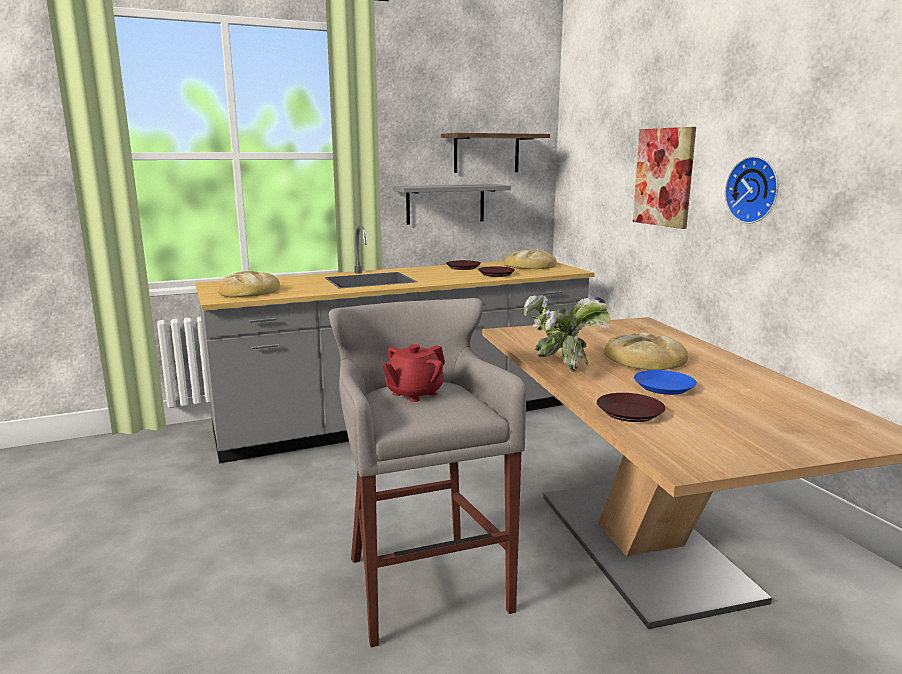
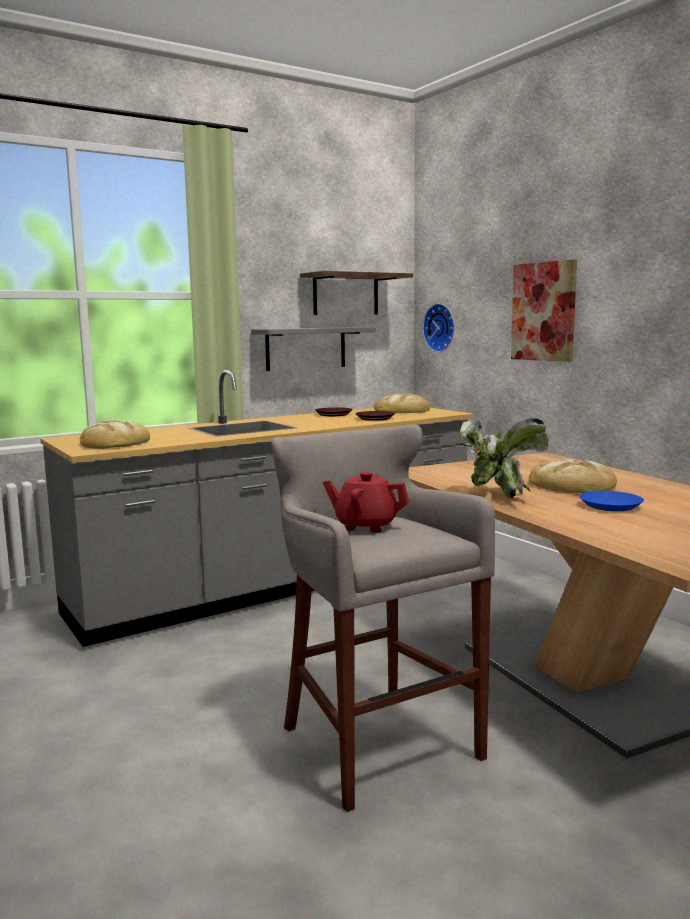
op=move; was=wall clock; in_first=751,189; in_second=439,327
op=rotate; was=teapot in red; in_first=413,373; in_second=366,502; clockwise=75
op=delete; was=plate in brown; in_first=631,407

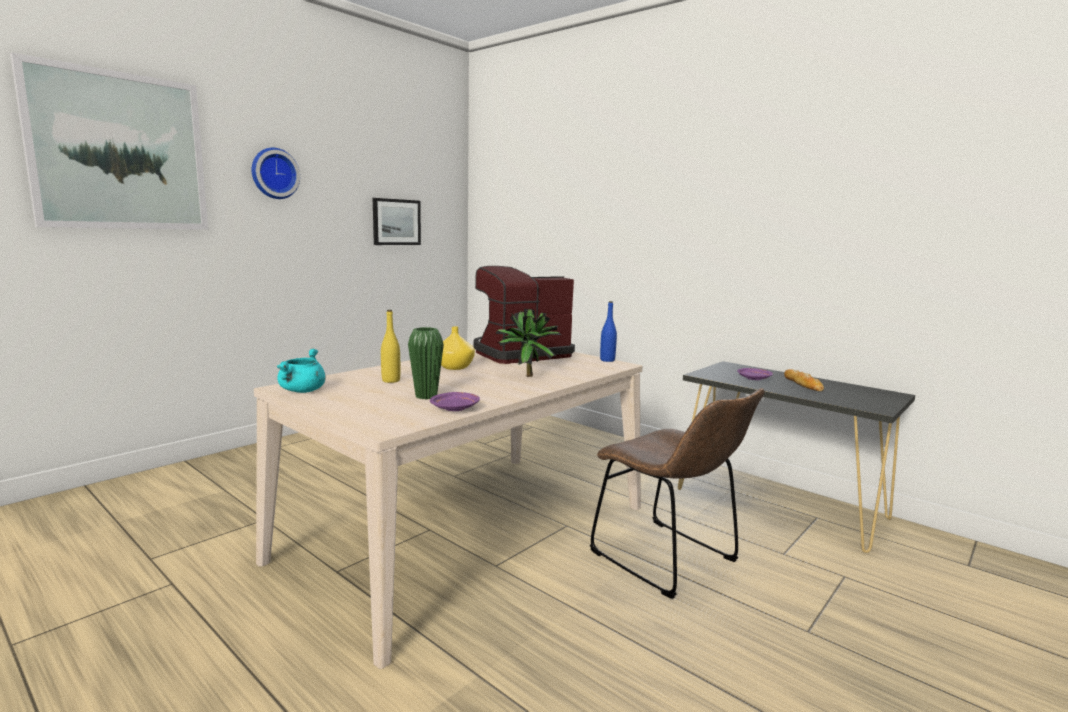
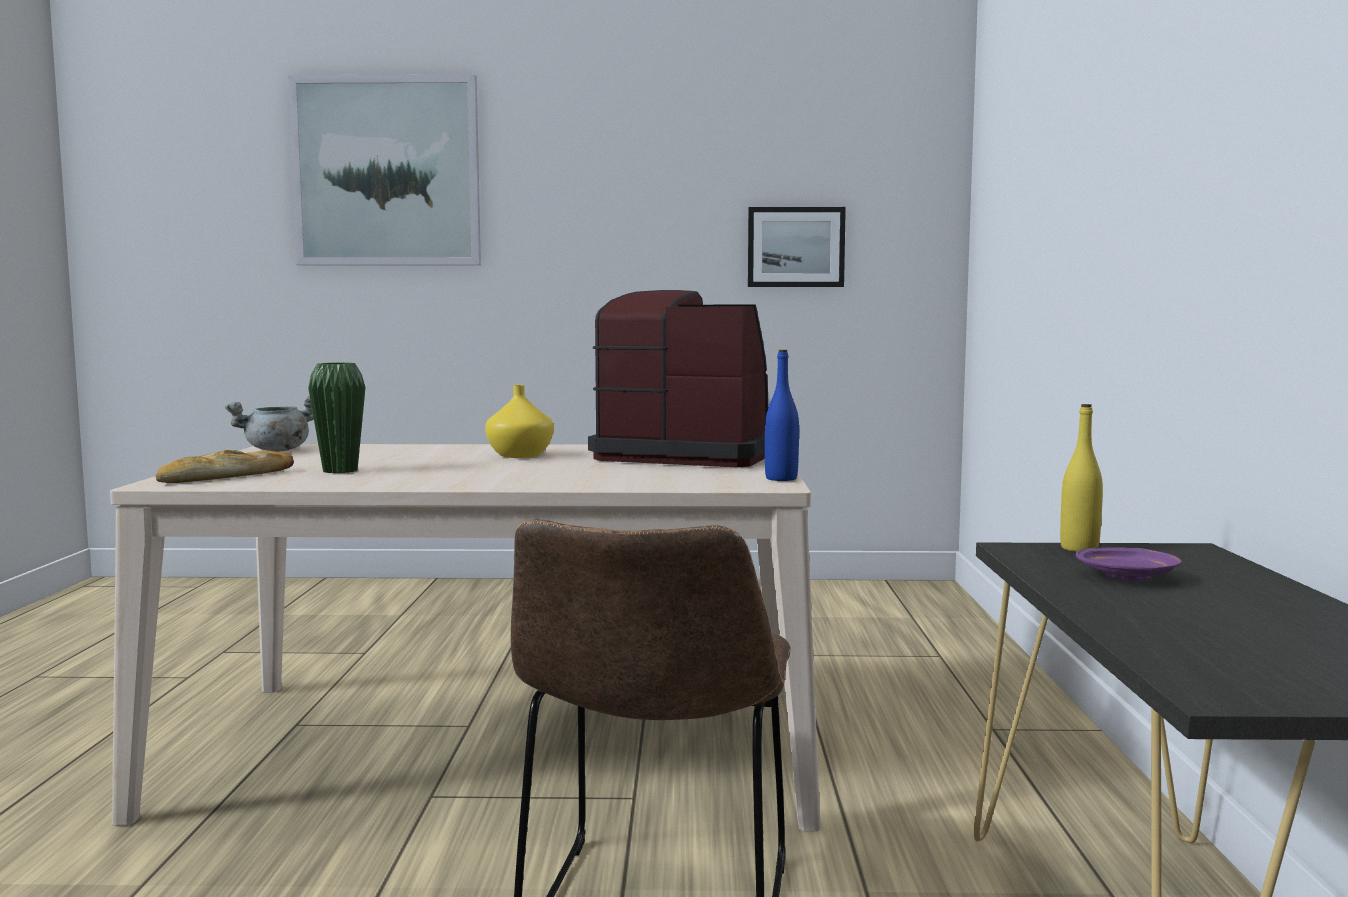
op=delete; was=wall clock; in_first=276,173
op=delete; was=potted plant; in_first=528,343
op=move; was=bottle in yellow; in_first=390,346; in_second=1081,478
op=recolor; was=cooking pot in turquoise; now=cooking pot in grey; in_first=301,371; in_second=269,424
op=move; was=bread; in_first=804,380; in_second=224,466
op=delete; was=plate in purple; in_first=455,401

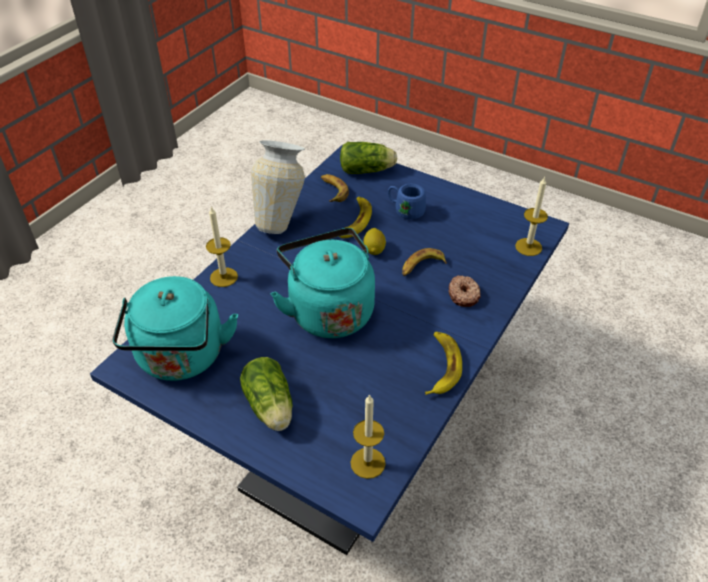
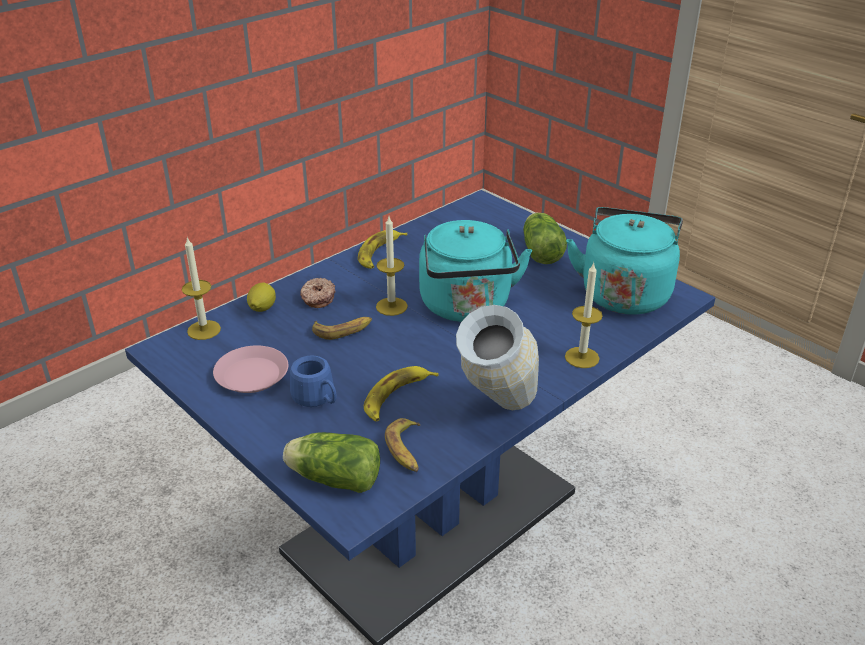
op=move; was=lemon; in_first=374,241; in_second=261,297
op=move; was=candle; in_first=368,436; in_second=392,266
op=insert; now=plate in pink; in_second=250,369

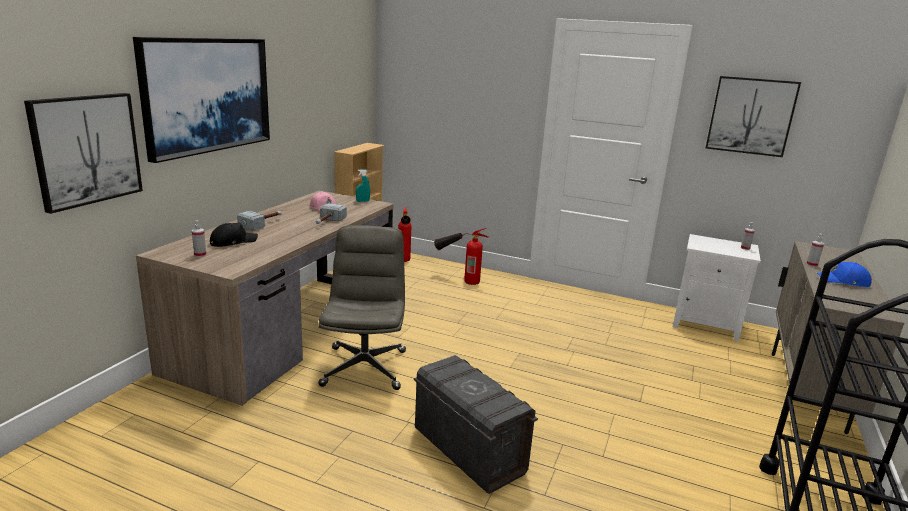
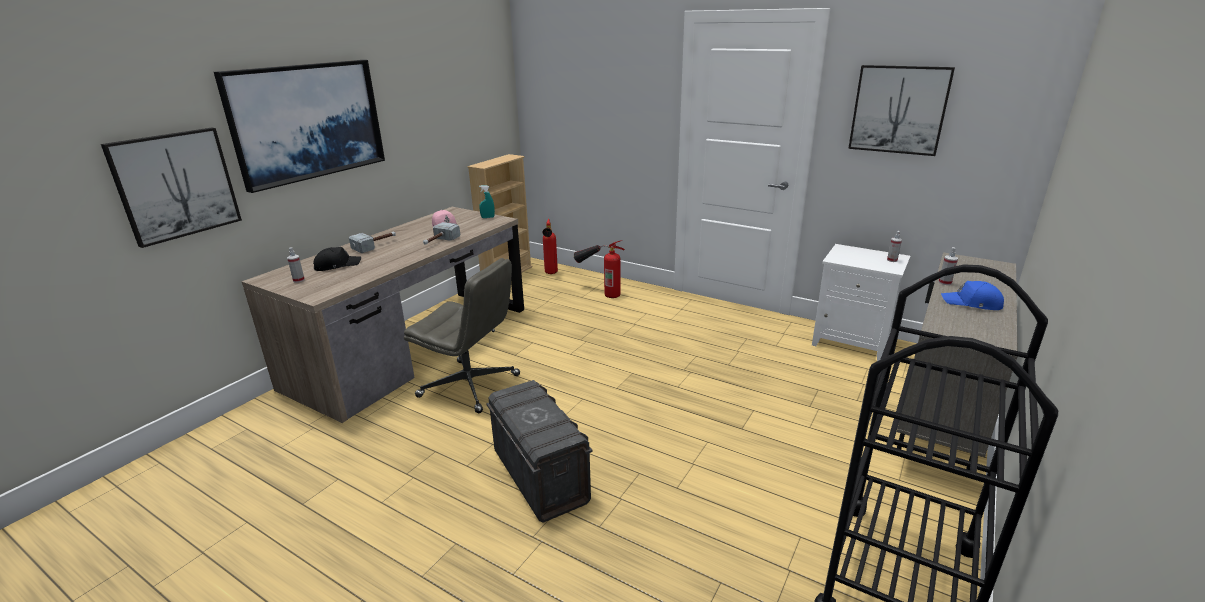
op=rotate; was=office chair in grey; in_first=362,307; in_second=462,335; clockwise=105

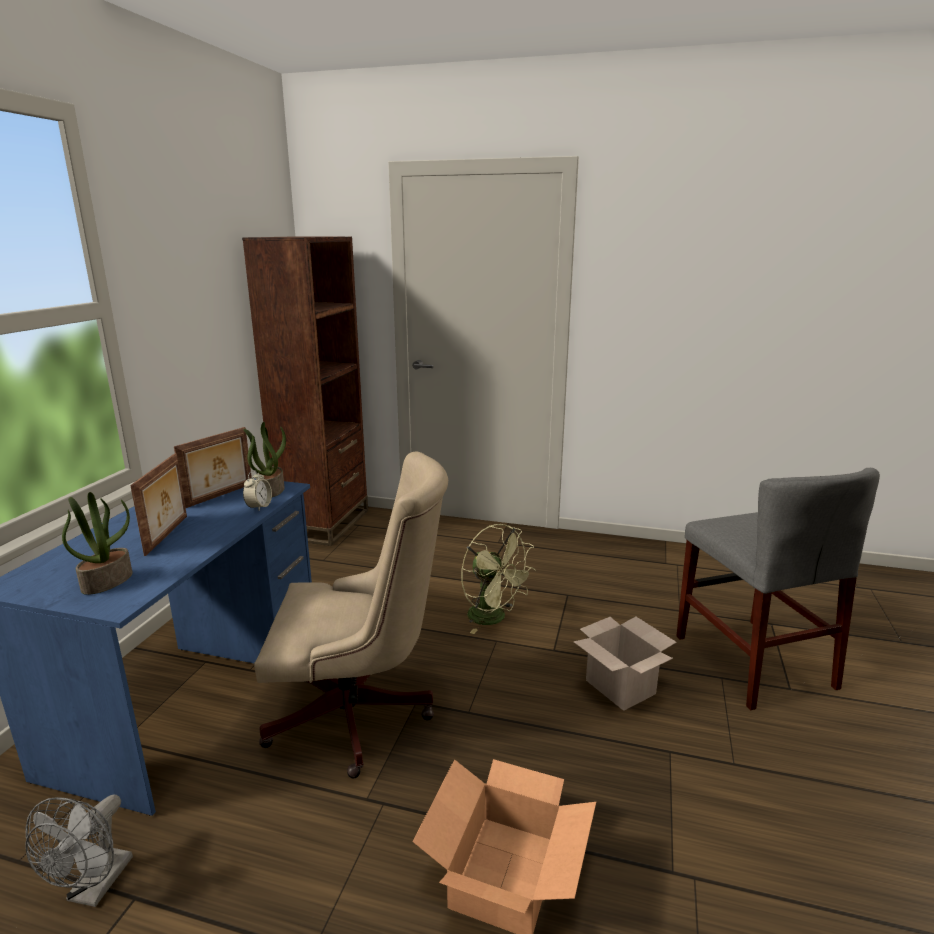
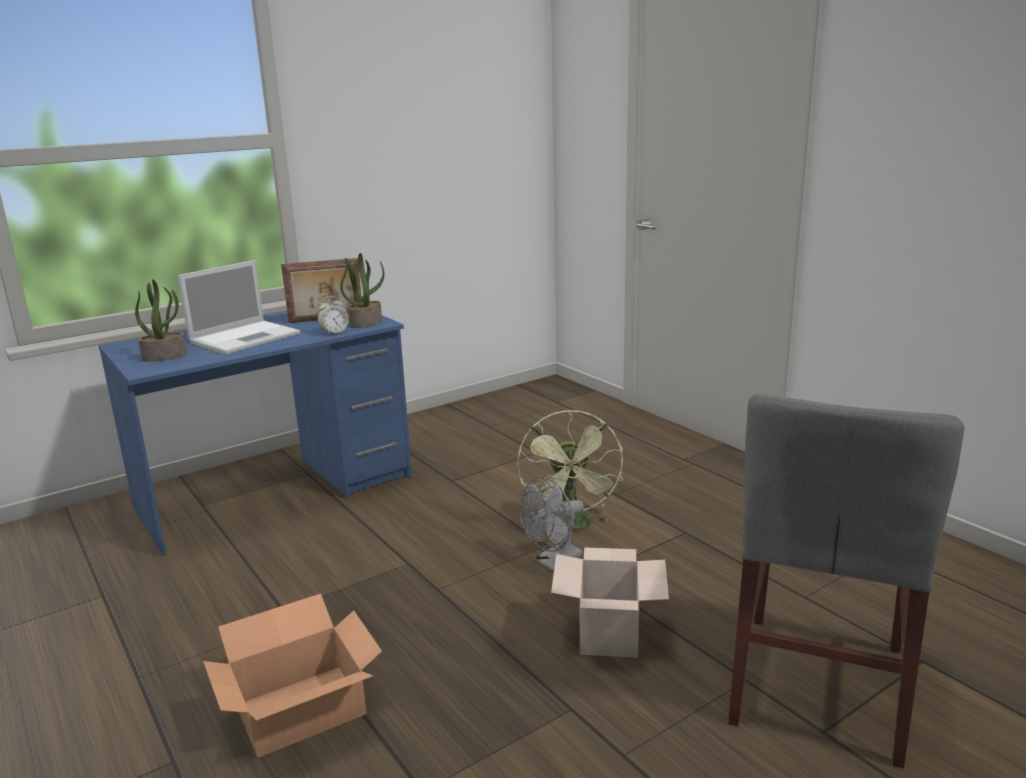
op=delete; was=bookcase in brown; in_first=305,391
op=delete; was=office chair in beige; in_first=351,615
op=replace; was=picture frame; now=laptop; in_first=158,504; in_second=238,307
op=move; was=fan in grey; in_first=79,851; in_second=551,523

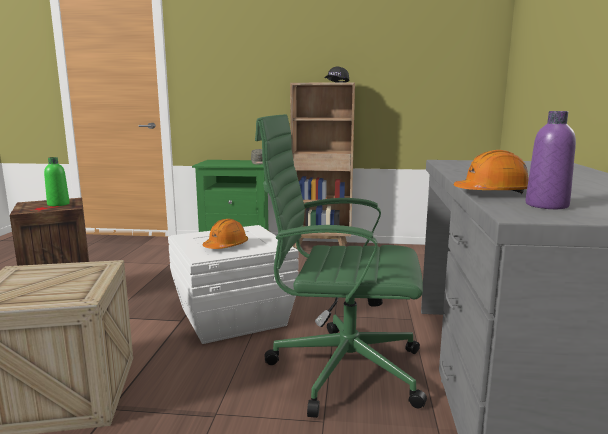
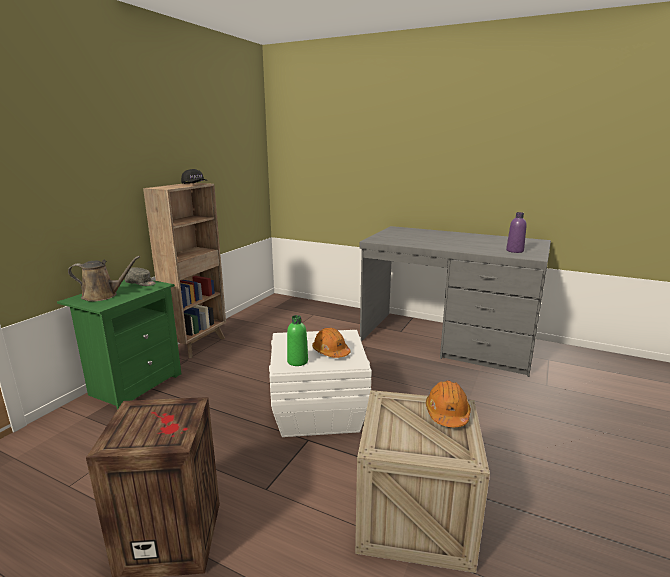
op=delete; was=office chair in green; in_first=341,266
op=move; was=hard hat in orange; in_first=491,172; in_second=448,403
op=move; was=bottle in green; in_first=57,181; in_second=297,340
op=insert; now=watering can in brown; in_second=104,279

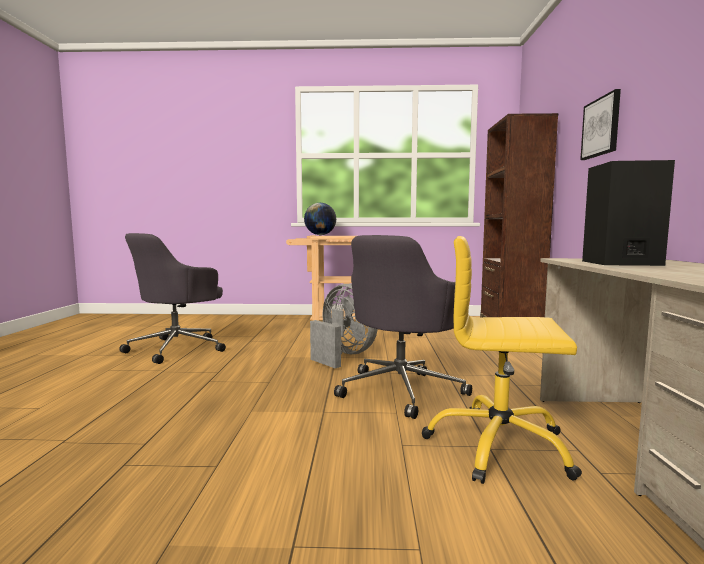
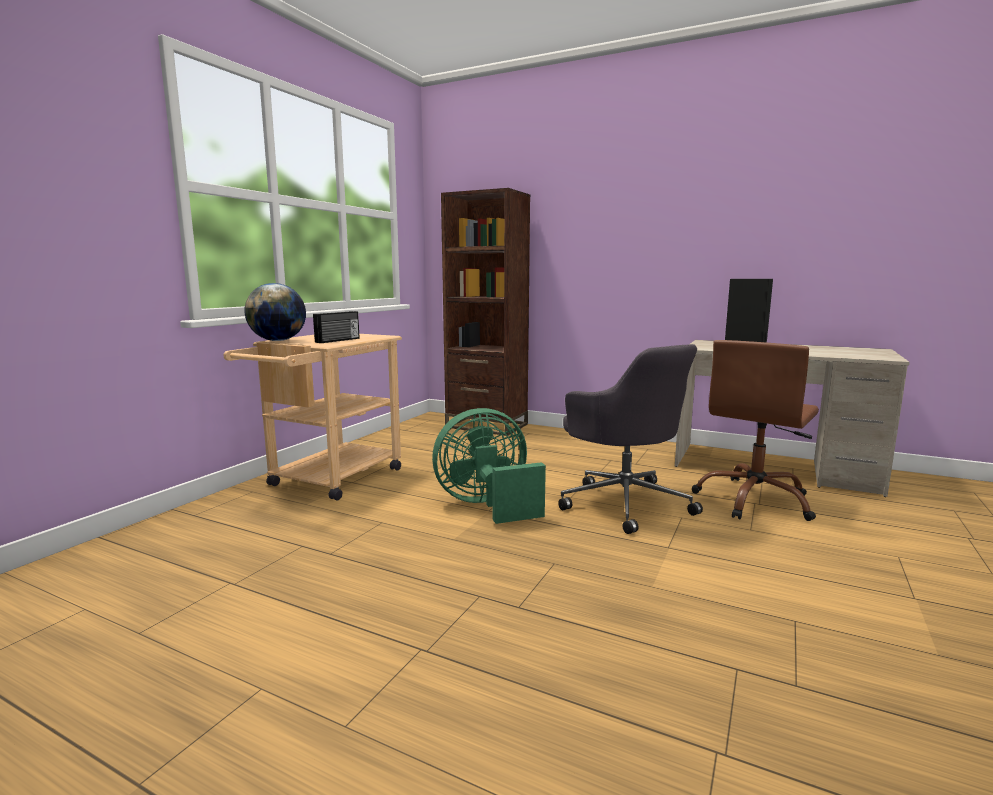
op=delete; was=picture; in_first=600,124
op=delete; was=office chair in grey; in_first=172,298
op=recolor; was=office chair in yellow; now=office chair in brown; in_first=502,360; in_second=755,430
op=recolor; was=fan in grey; now=fan in green; in_first=344,326; in_second=489,466
op=insert; now=radio; in_second=336,327

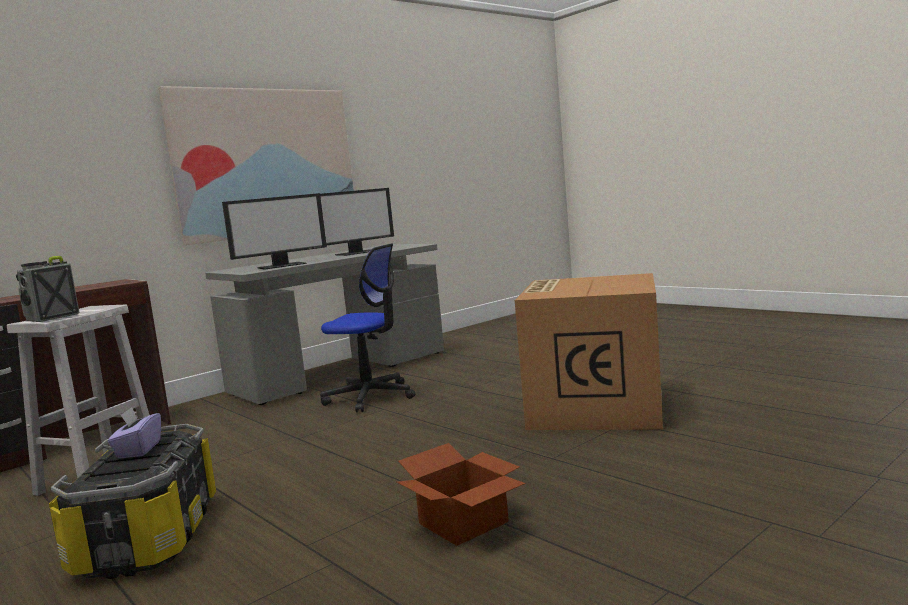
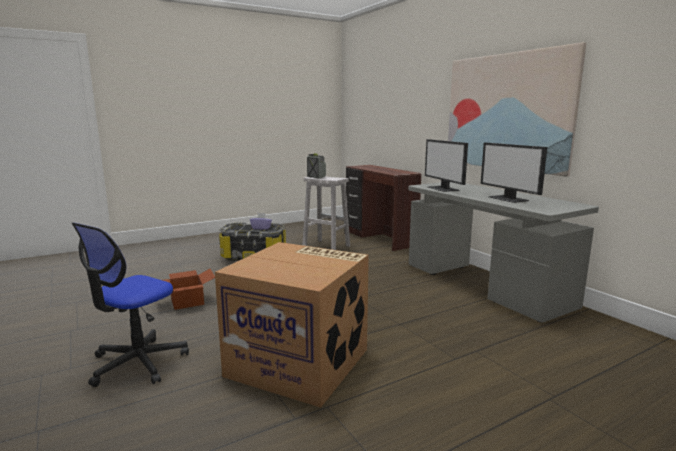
op=move; was=office chair; in_first=368,328; in_second=130,304

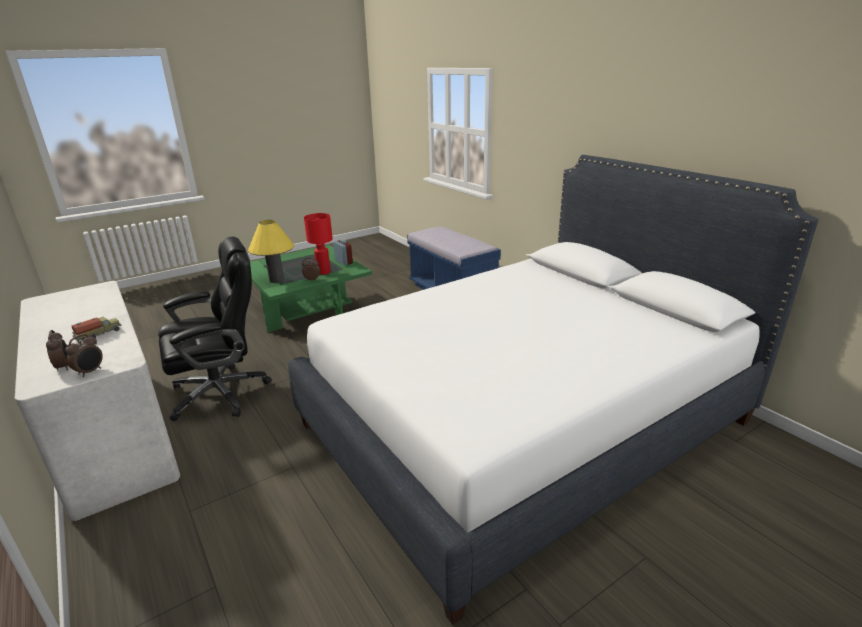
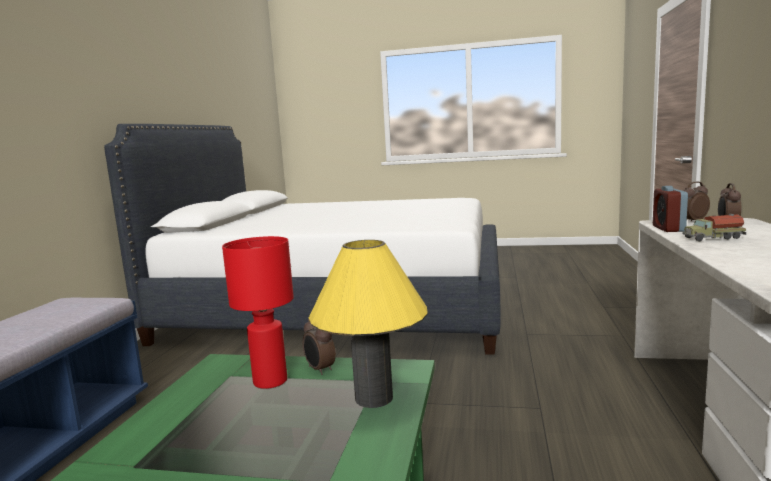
op=delete; was=office chair in black; in_first=215,329
op=move; was=alarm clock; in_first=343,252; in_second=670,209

